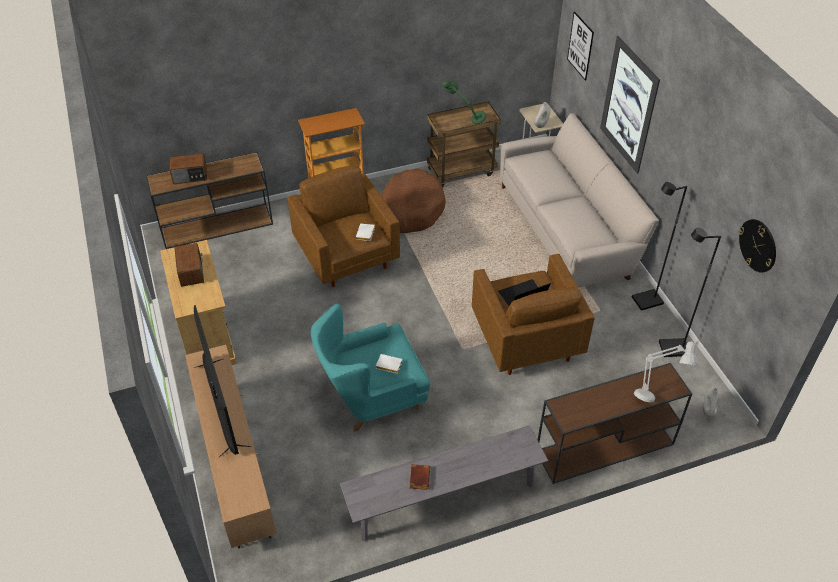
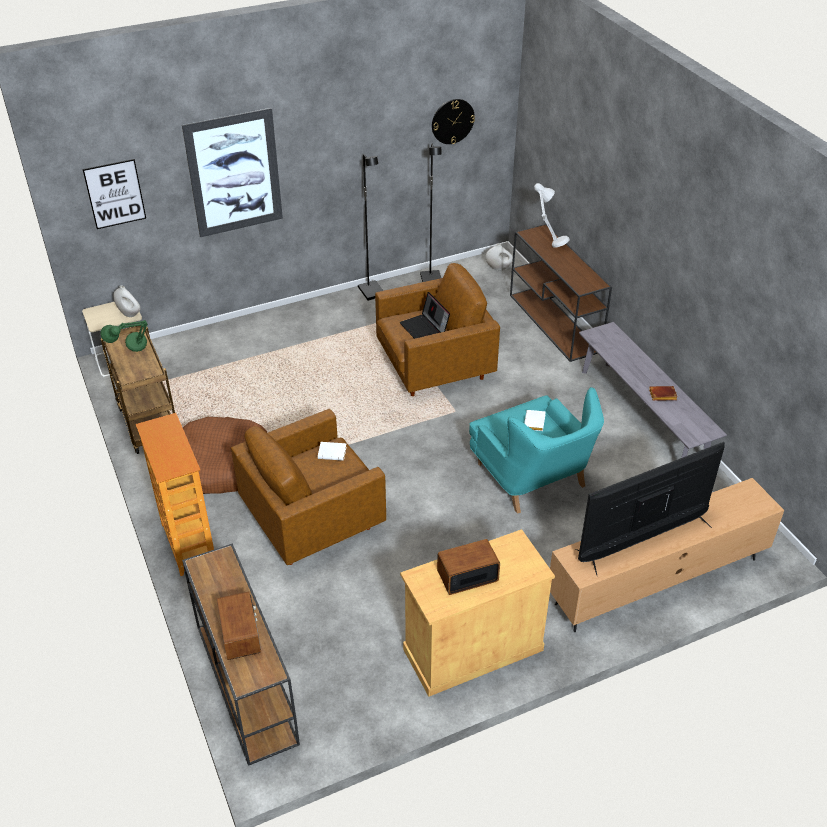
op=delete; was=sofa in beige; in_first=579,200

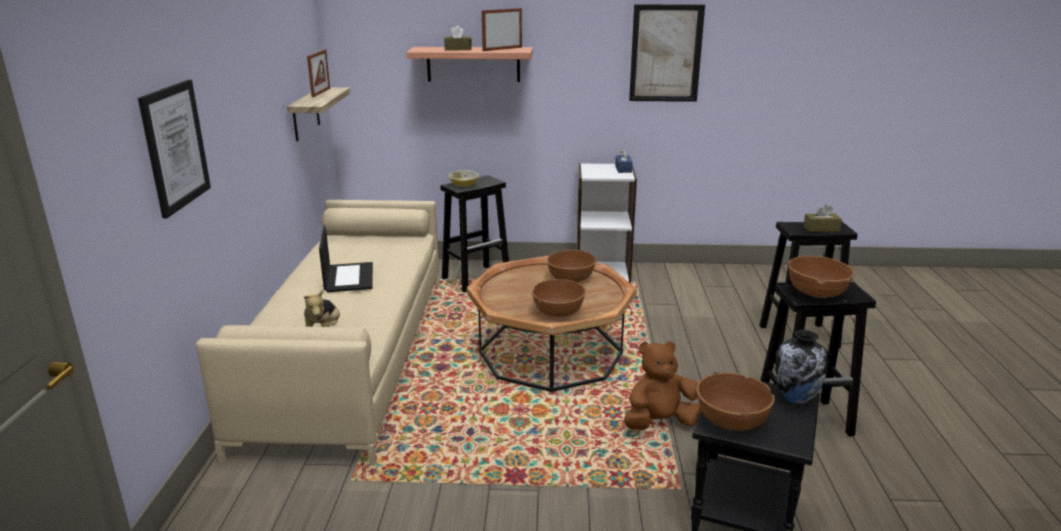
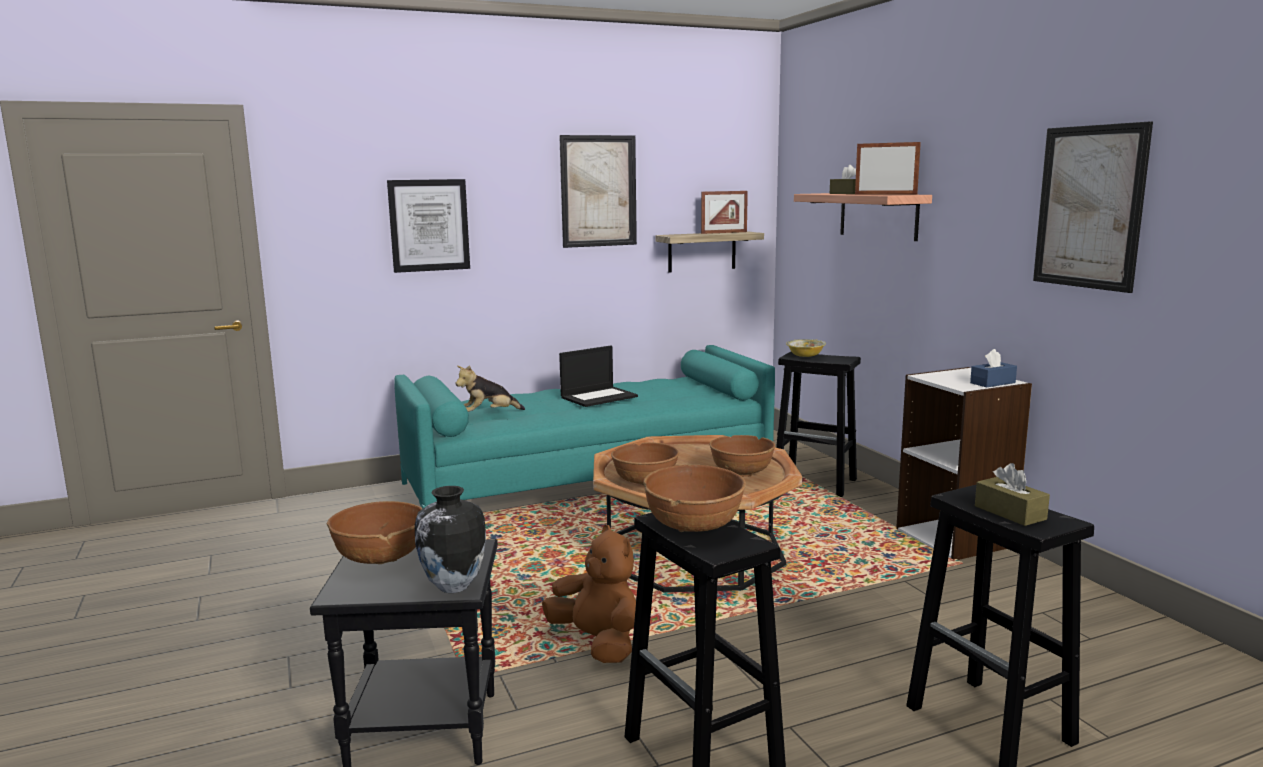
op=recolor; was=sofa in beige; now=sofa in turquoise; in_first=318,333; in_second=585,426
op=insert; now=picture; in_second=598,191

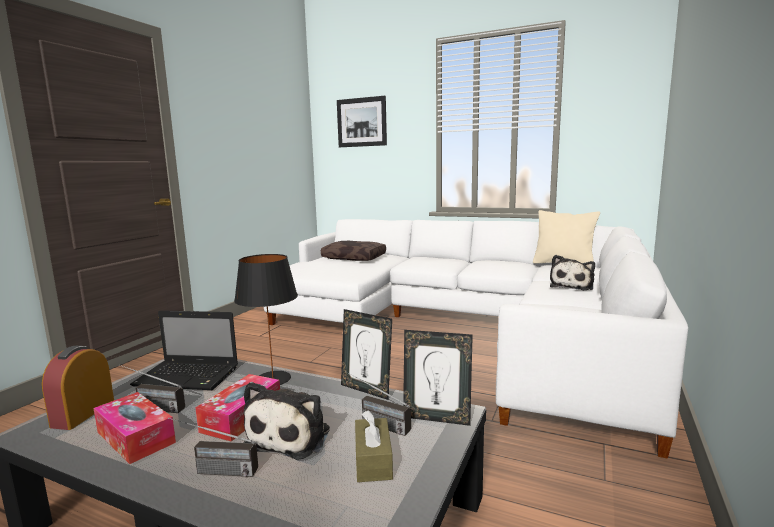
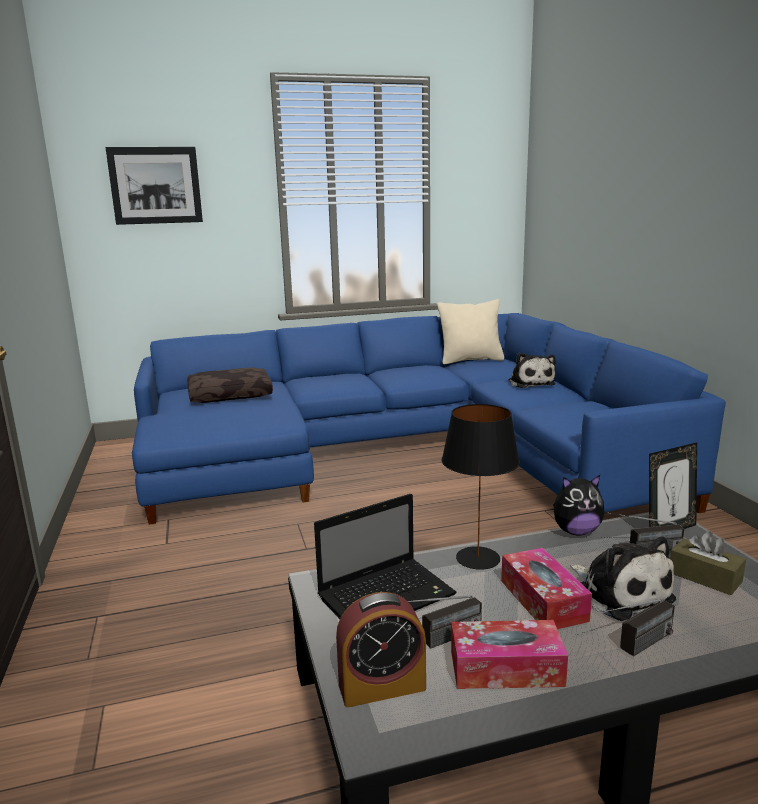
op=recolor; was=sofa in white; now=sofa in blue; in_first=476,339; in_second=429,419
op=replace; was=picture frame; now=plush toy; in_first=366,354; in_second=578,505
op=rotate; was=alarm clock; in_first=78,388; in_second=381,649; clockwise=-75

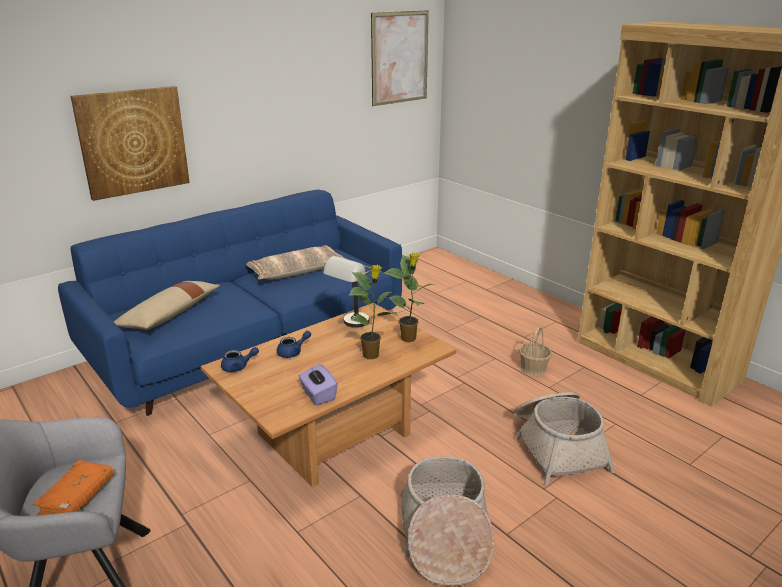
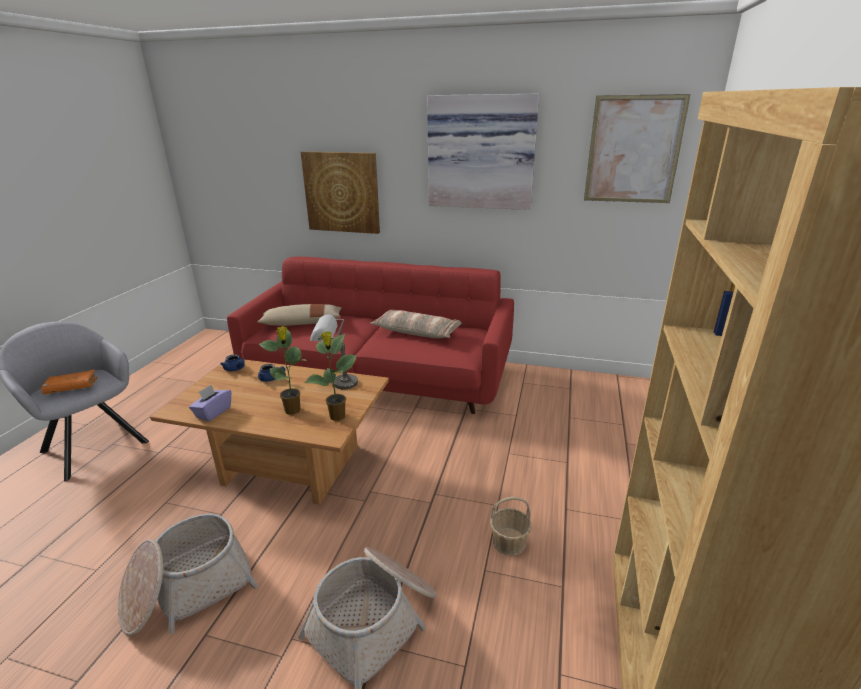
op=recolor; was=sofa in blue; now=sofa in red; in_first=230,303; in_second=370,335
op=insert; now=picture; in_second=483,152

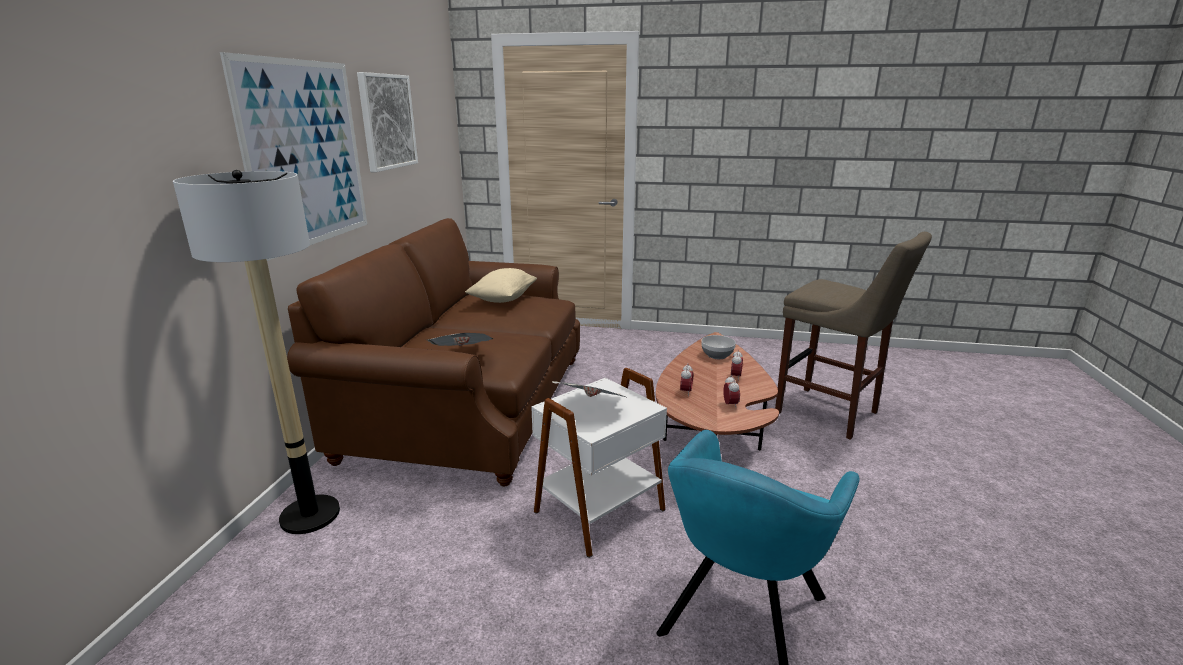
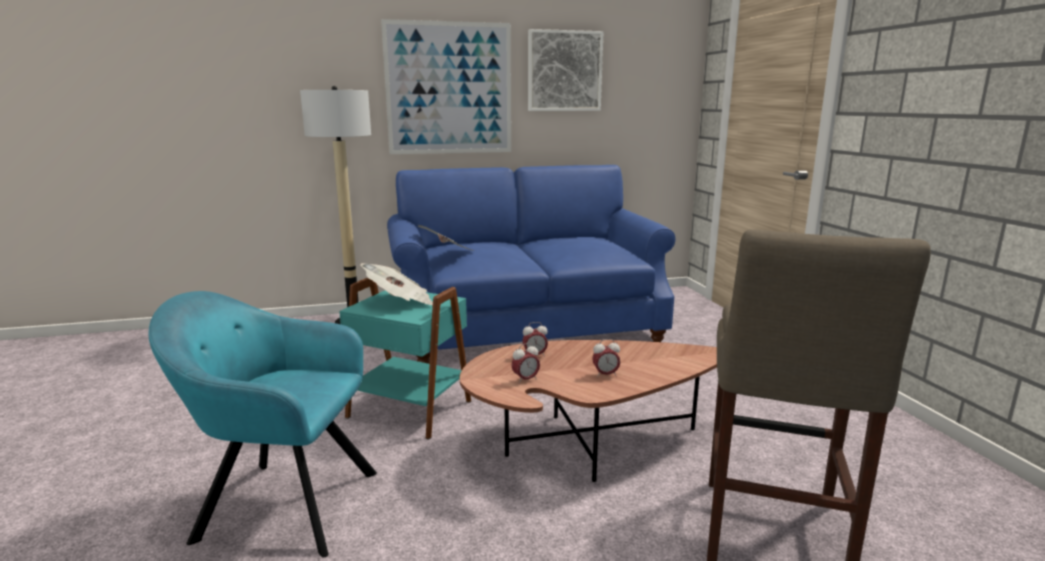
op=recolor; was=sofa in brown; now=sofa in blue; in_first=433,352; in_second=531,264
op=delete; was=pillow in beige; in_first=501,285
op=delete; was=bowl; in_first=718,347
op=recolor; was=side table in white; now=side table in turquoise; in_first=599,463; in_second=405,359

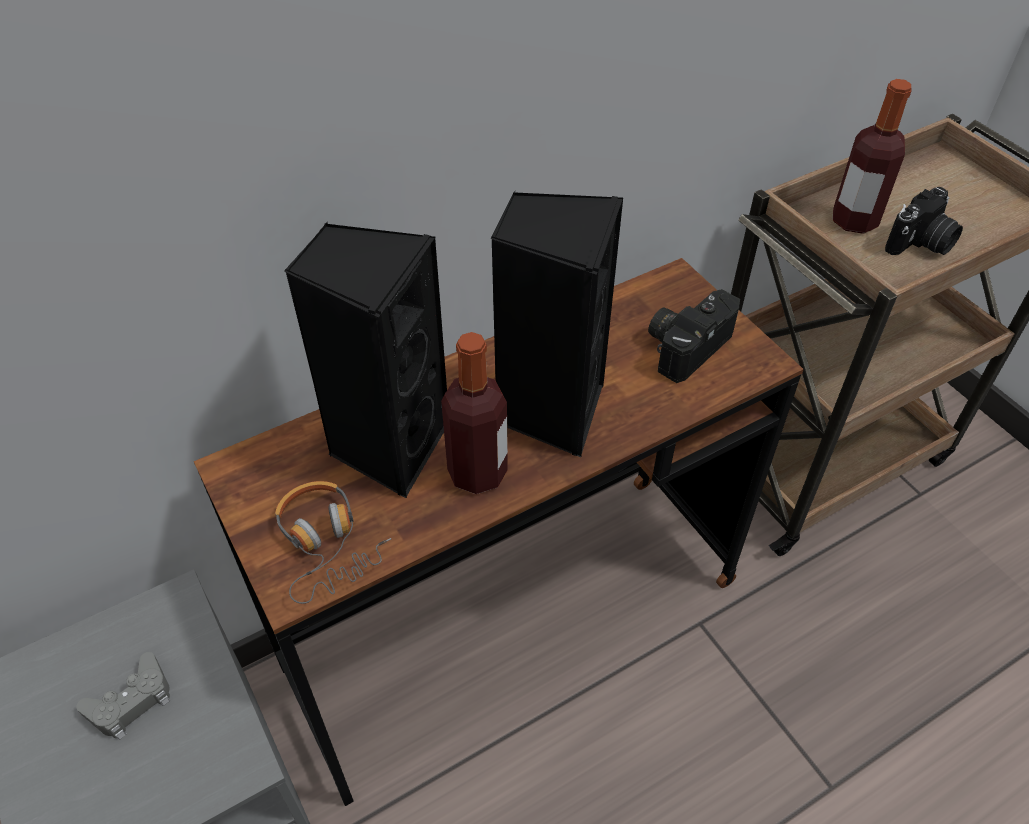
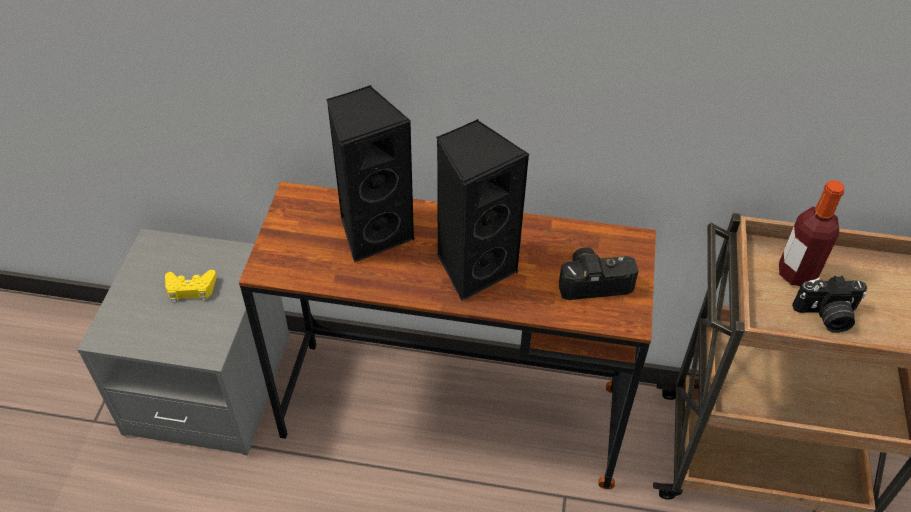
op=delete; was=bottle; in_first=474,413
op=delete; was=headphones; in_first=333,542
op=recolor; was=game controller in grey; now=game controller in yellow; in_first=123,696; in_second=191,286

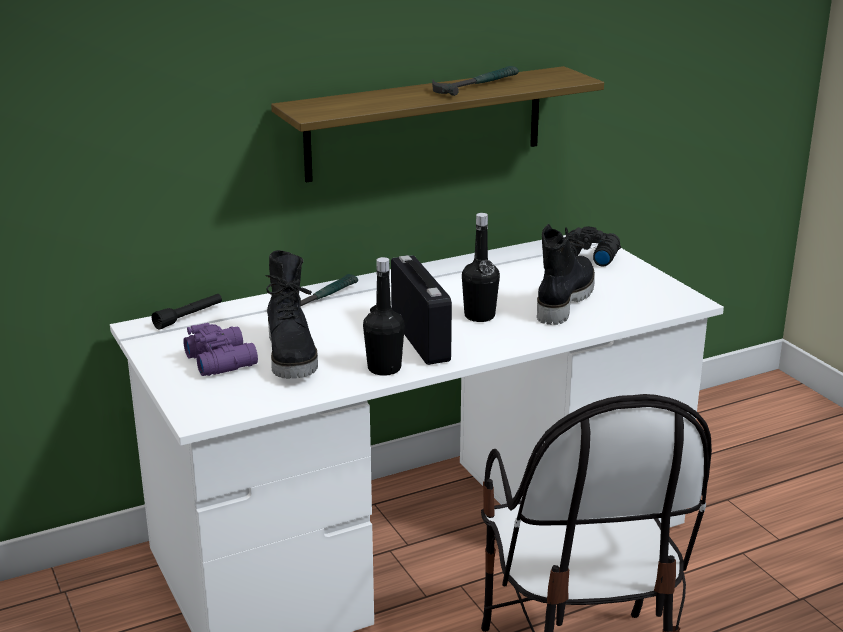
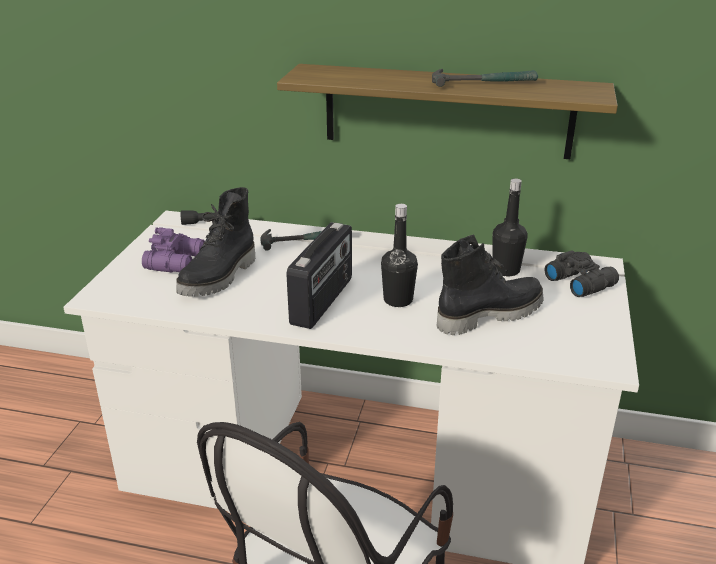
op=move; was=bottle in black; in_first=384,316; in_second=510,227

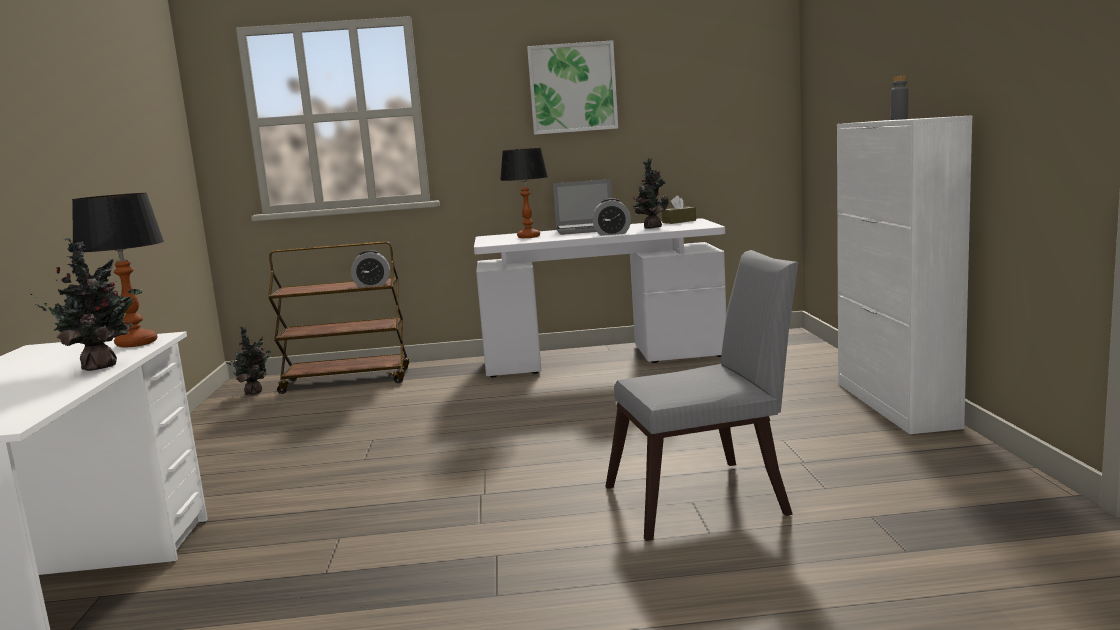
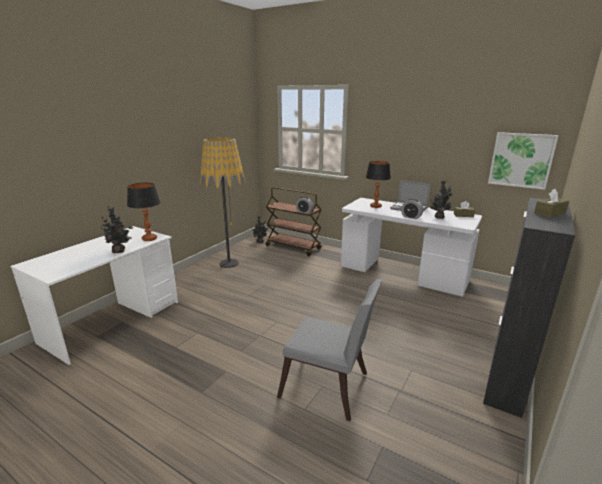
op=move; was=picture; in_first=572,87; in_second=523,161
op=replace; was=bottle in grey; now=tissue box in brown; in_first=899,97; in_second=551,203
op=recolor; was=cabinet in white; now=cabinet in black; in_first=905,274; in_second=529,308
op=insert; now=floor lamp; in_second=223,203

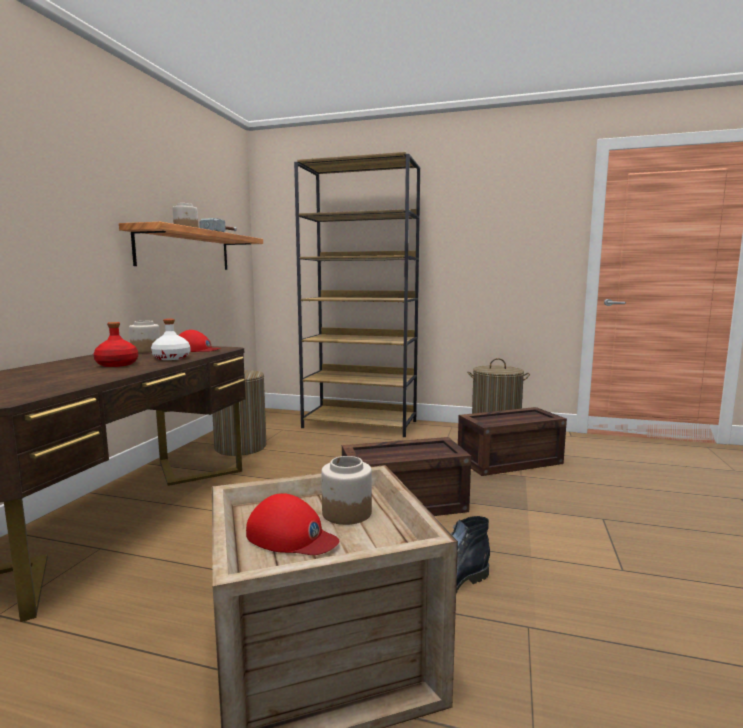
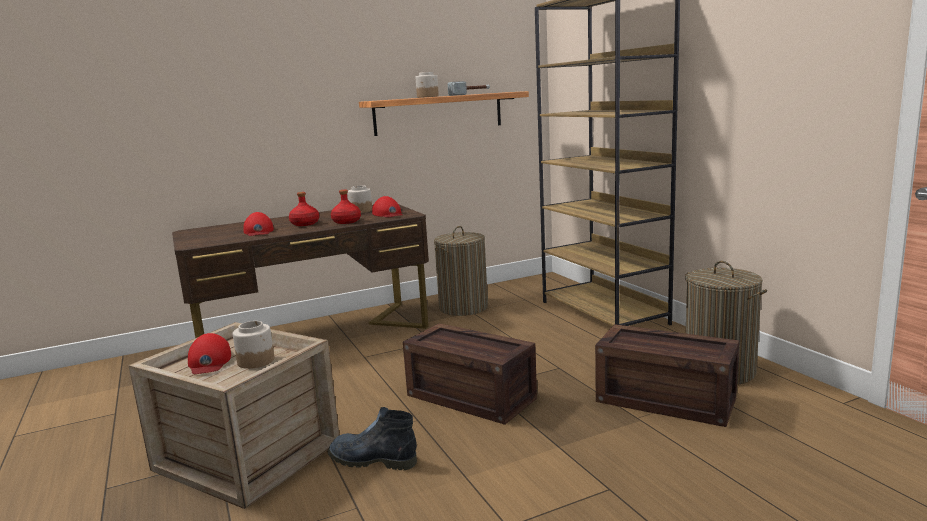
op=recolor; was=bottle in white; now=bottle in red; in_first=170,339; in_second=346,207
op=insert; now=cap in red; in_second=259,224

